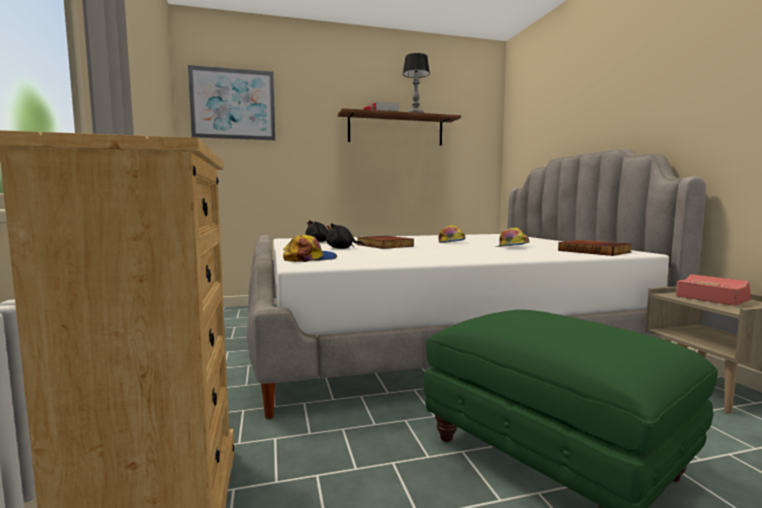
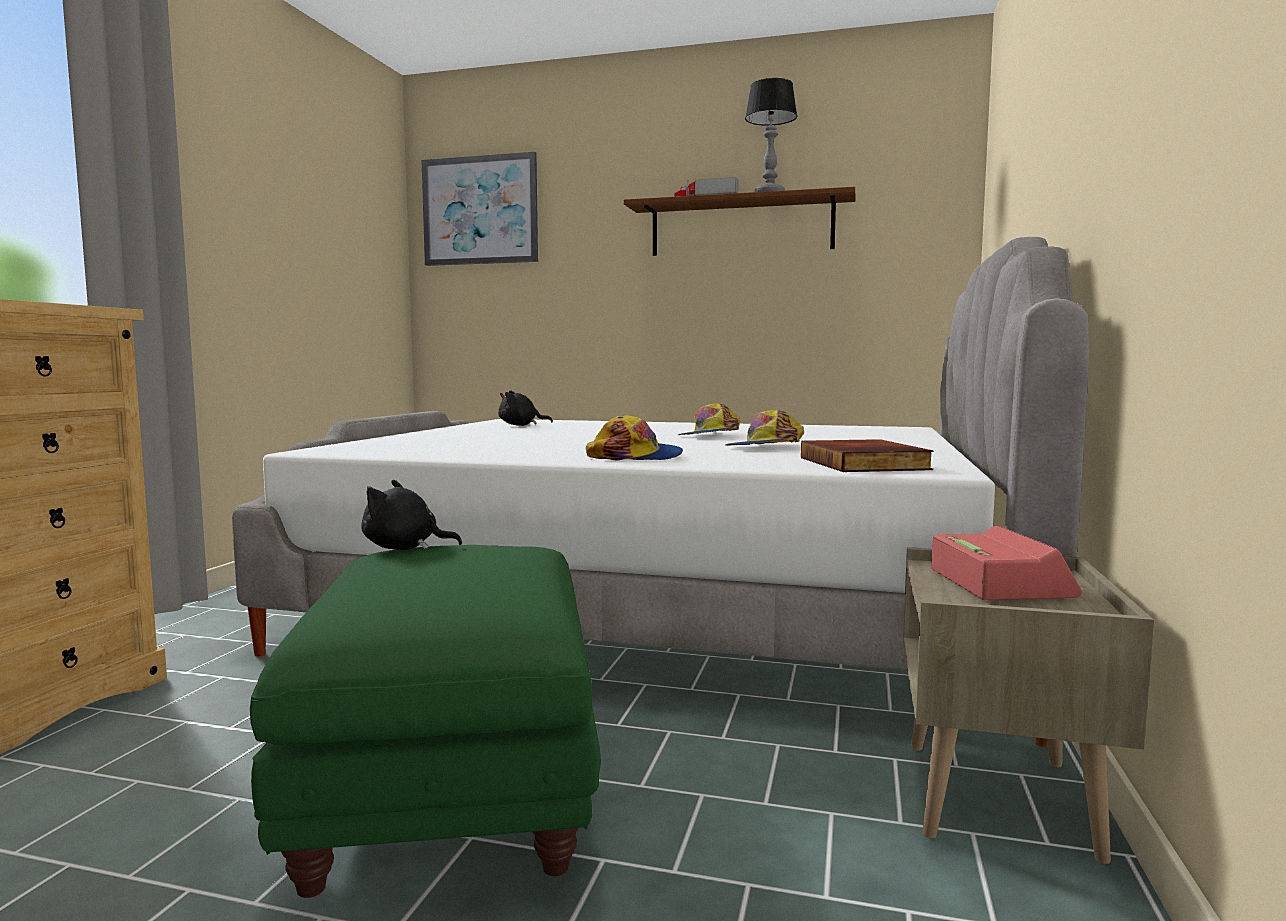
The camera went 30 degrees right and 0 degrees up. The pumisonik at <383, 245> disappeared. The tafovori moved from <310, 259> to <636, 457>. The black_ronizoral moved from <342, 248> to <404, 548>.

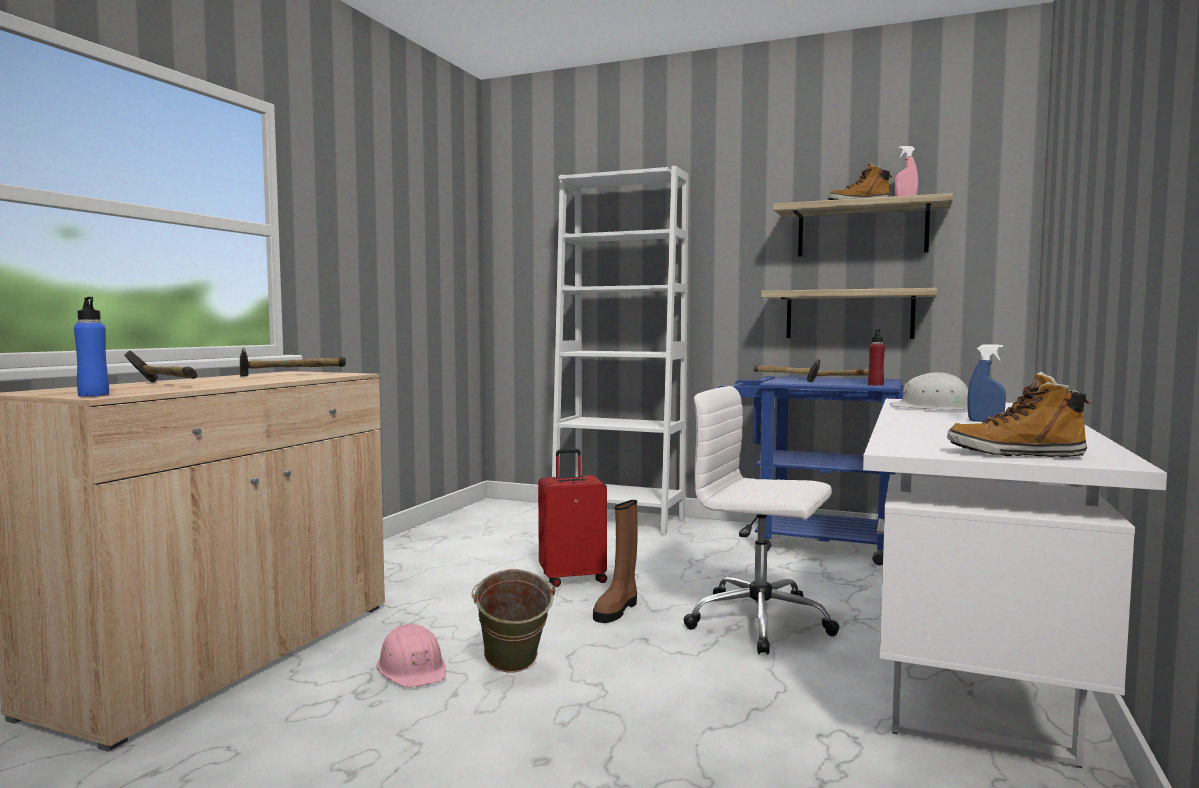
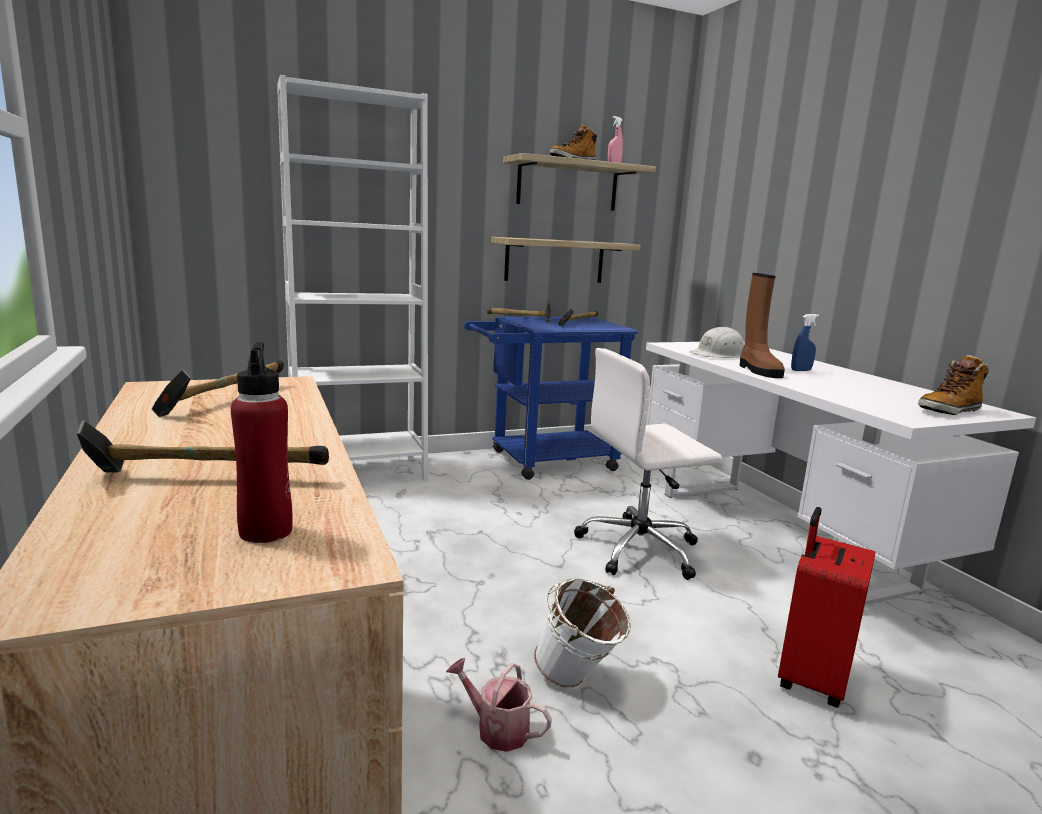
The camera went 45 degrees left and 10 degrees up. The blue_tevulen at <93, 395> disappeared. The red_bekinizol moved from <573, 578> to <810, 679>. The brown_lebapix moved from <617, 610> to <758, 371>. The red_tevulen moved from <875, 385> to <266, 531>. The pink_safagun at <412, 668> was replaced by the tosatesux at <496, 728>. The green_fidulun at <513, 670> became the white_fidulun at <578, 681>.

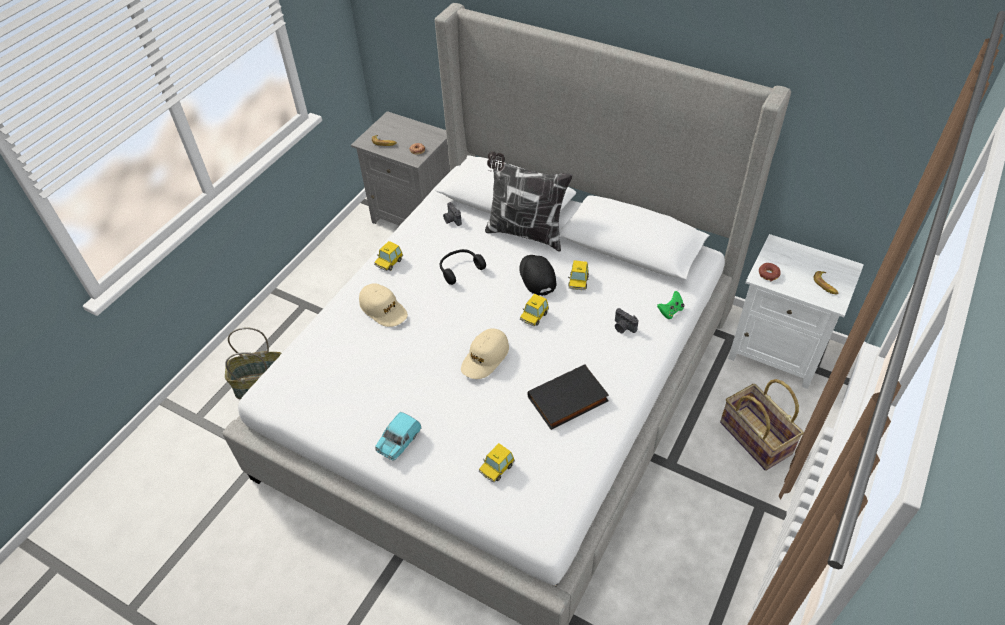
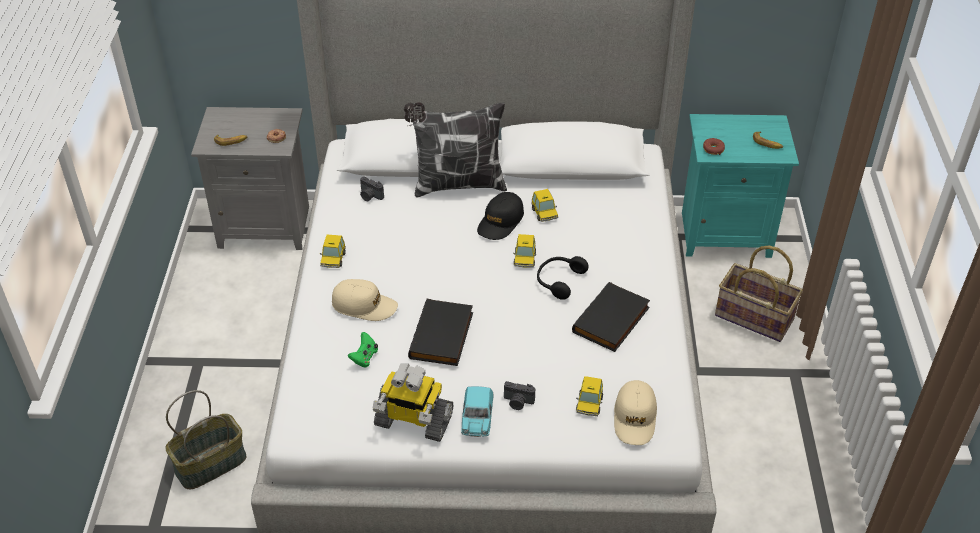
The camera went 30 degrees left and 5 degrees down. The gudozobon at <413, 421> appeared. The black_pumisonik at <443, 336> appeared. The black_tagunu moved from <460, 269> to <559, 280>. The beige_tafovori moved from <485, 358> to <635, 418>. The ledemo moved from <623, 327> to <518, 402>. The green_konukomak moved from <670, 311> to <364, 357>. The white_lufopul at <776, 350> became the turquoise_lufopul at <724, 233>. The black_tafovori at <537, 277> turned 105 degrees counterclockwise.

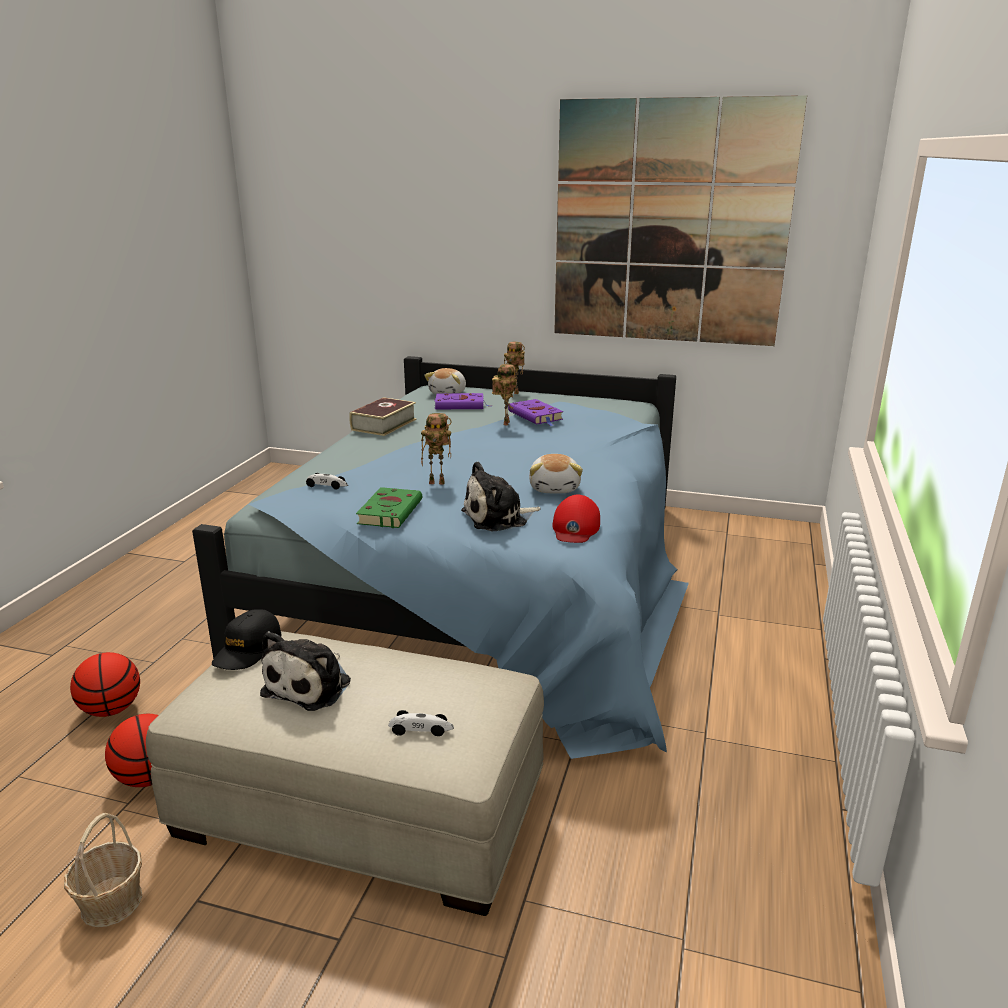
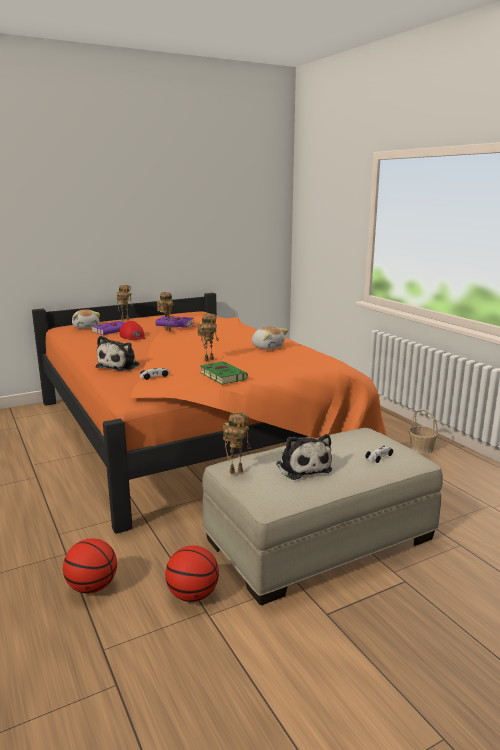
The camera went 45 degrees left and 5 degrees down. The pumisonik at <384, 424> disappeared. The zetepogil at <669, 224> disappeared. The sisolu moved from <111, 903> to <421, 448>. The ronizoral moved from <498, 518> to <120, 365>. The red_tafovori moved from <575, 528> to <133, 336>. The black_tafovori at <248, 649> was replaced by the gudozobon at <236, 471>. The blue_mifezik at <491, 581> became the orange_mifezik at <193, 431>.

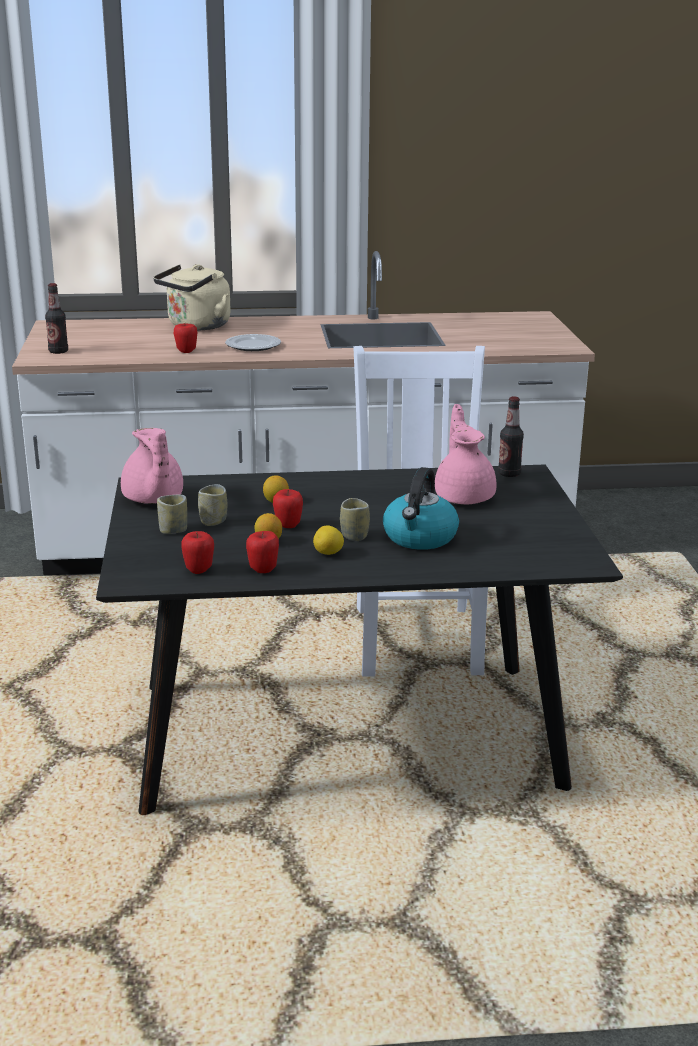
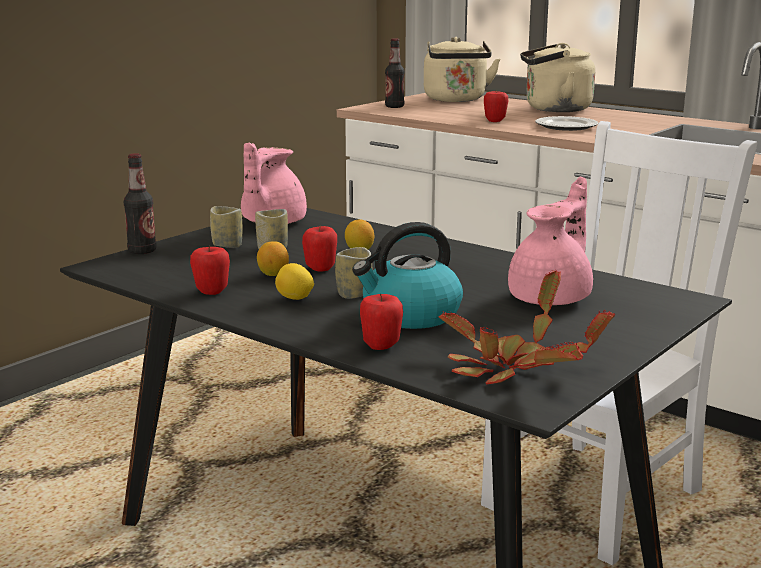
The camera went 45 degrees right and 5 degrees down. The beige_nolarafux at <456, 100> appeared. The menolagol at <513, 368> appeared. The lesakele moved from <199, 570> to <381, 346>. The tevulen moved from <509, 474> to <142, 251>.

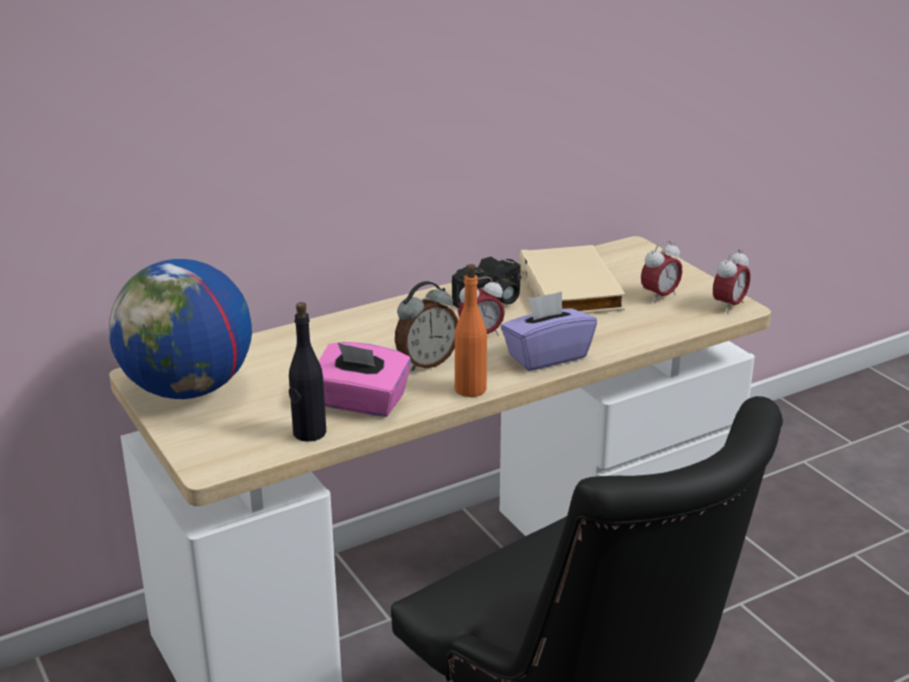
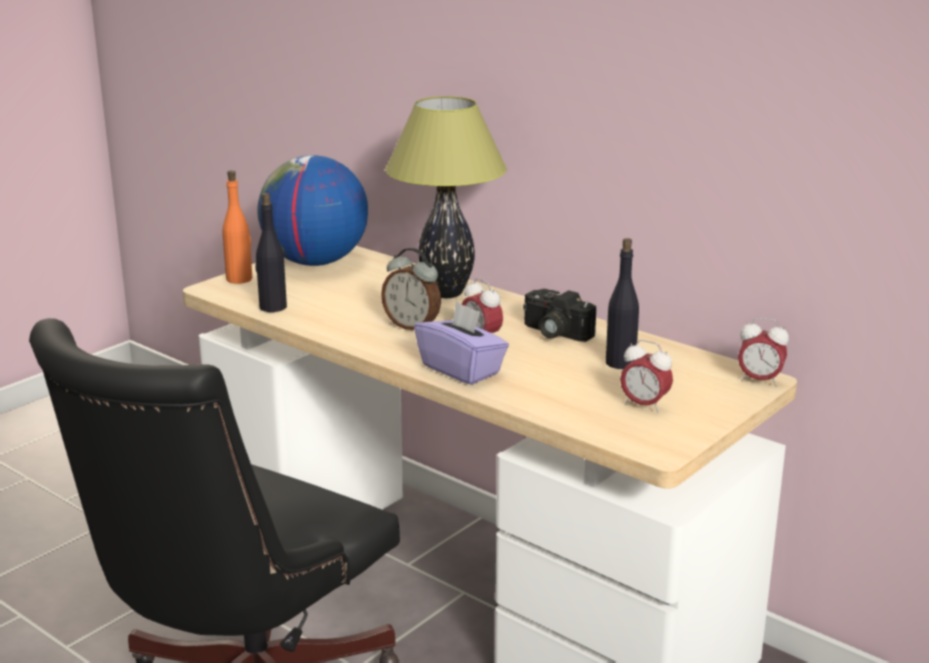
The camera went 70 degrees right and 5 degrees down. The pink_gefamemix at <361, 403> disappeared. The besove at <446, 293> appeared. The orange_tevulen moved from <470, 389> to <240, 279>. The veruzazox moved from <729, 306> to <759, 381>. The beige_pumisonik at <573, 288> was replaced by the black_tevulen at <620, 363>.

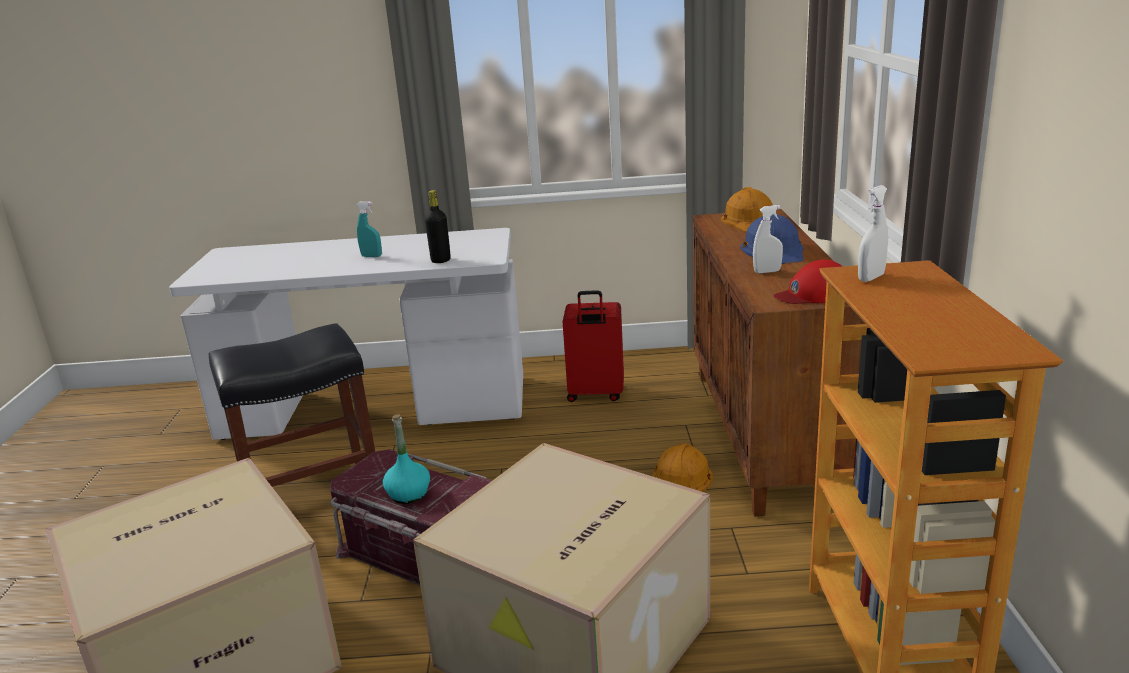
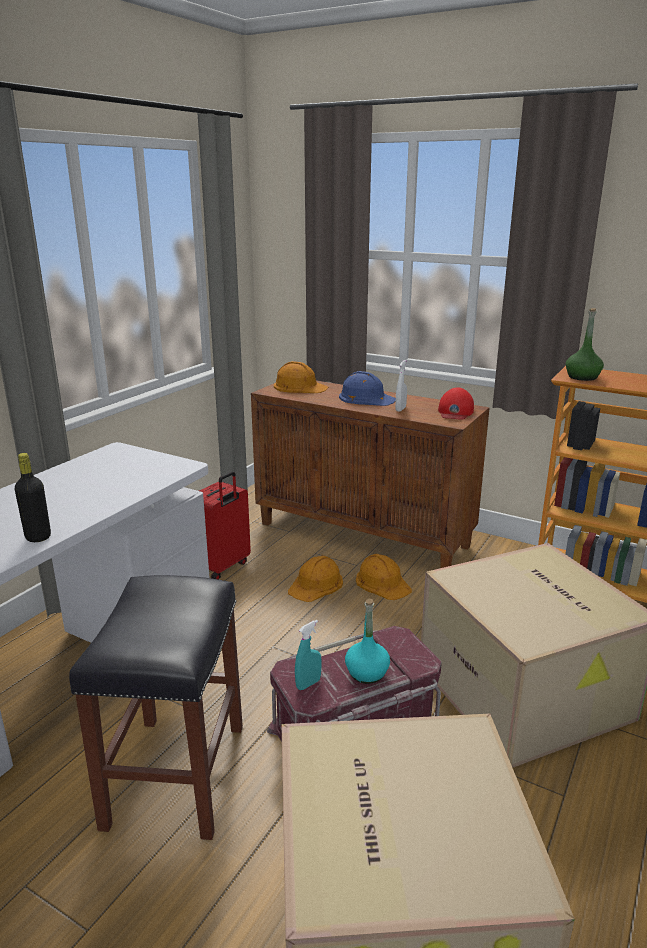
The camera went 60 degrees left and 0 degrees up. The orange_safagun at <316, 584> appeared. The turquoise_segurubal moved from <371, 256> to <308, 684>. The black_tevulen moved from <441, 260> to <38, 537>. The white_segurubal at <871, 278> was replaced by the green_tevulen at <582, 377>.

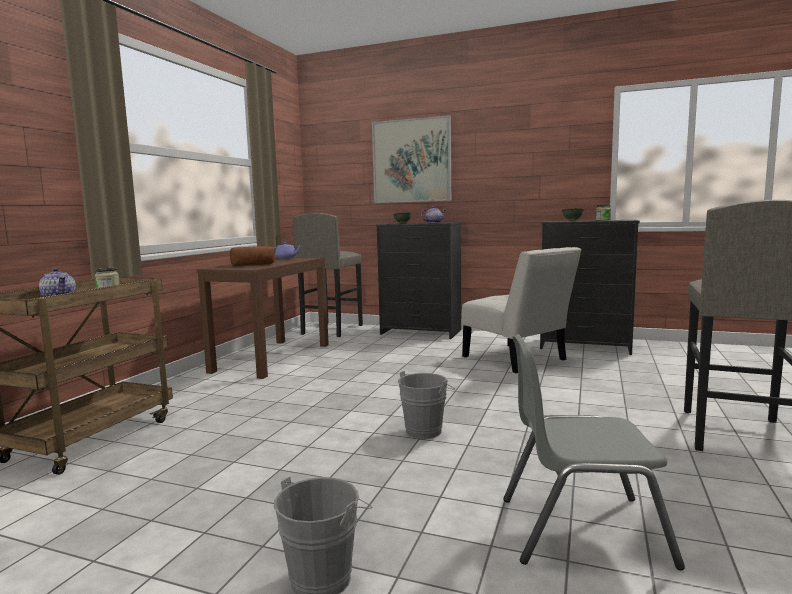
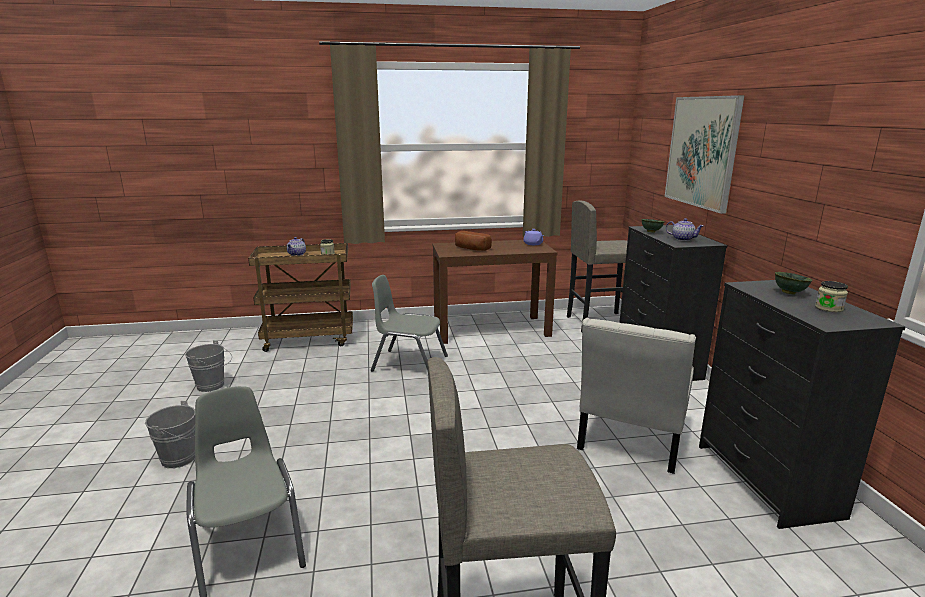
The camera went 60 degrees right and 10 degrees up. The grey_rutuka at <409, 364> appeared. The grey_fidulun moved from <426, 430> to <213, 386>.

